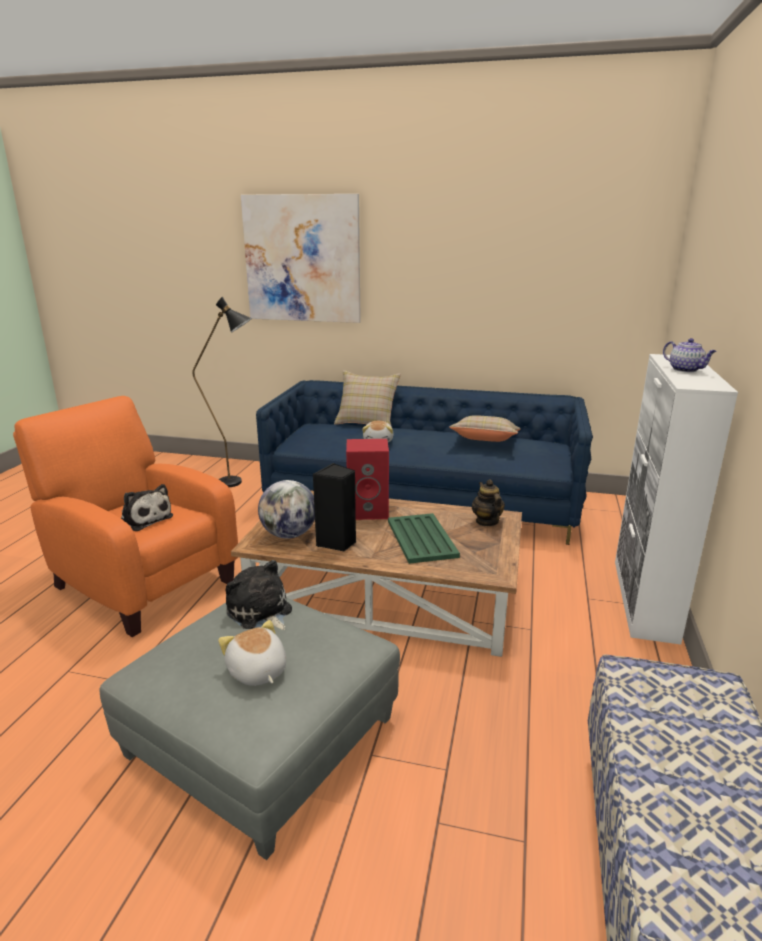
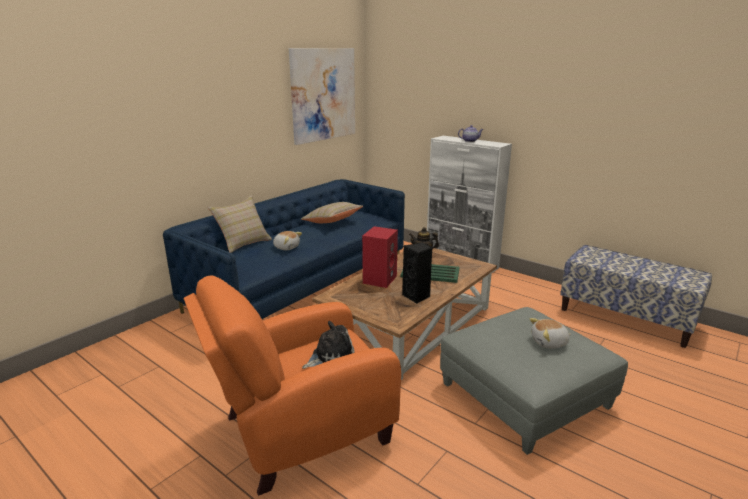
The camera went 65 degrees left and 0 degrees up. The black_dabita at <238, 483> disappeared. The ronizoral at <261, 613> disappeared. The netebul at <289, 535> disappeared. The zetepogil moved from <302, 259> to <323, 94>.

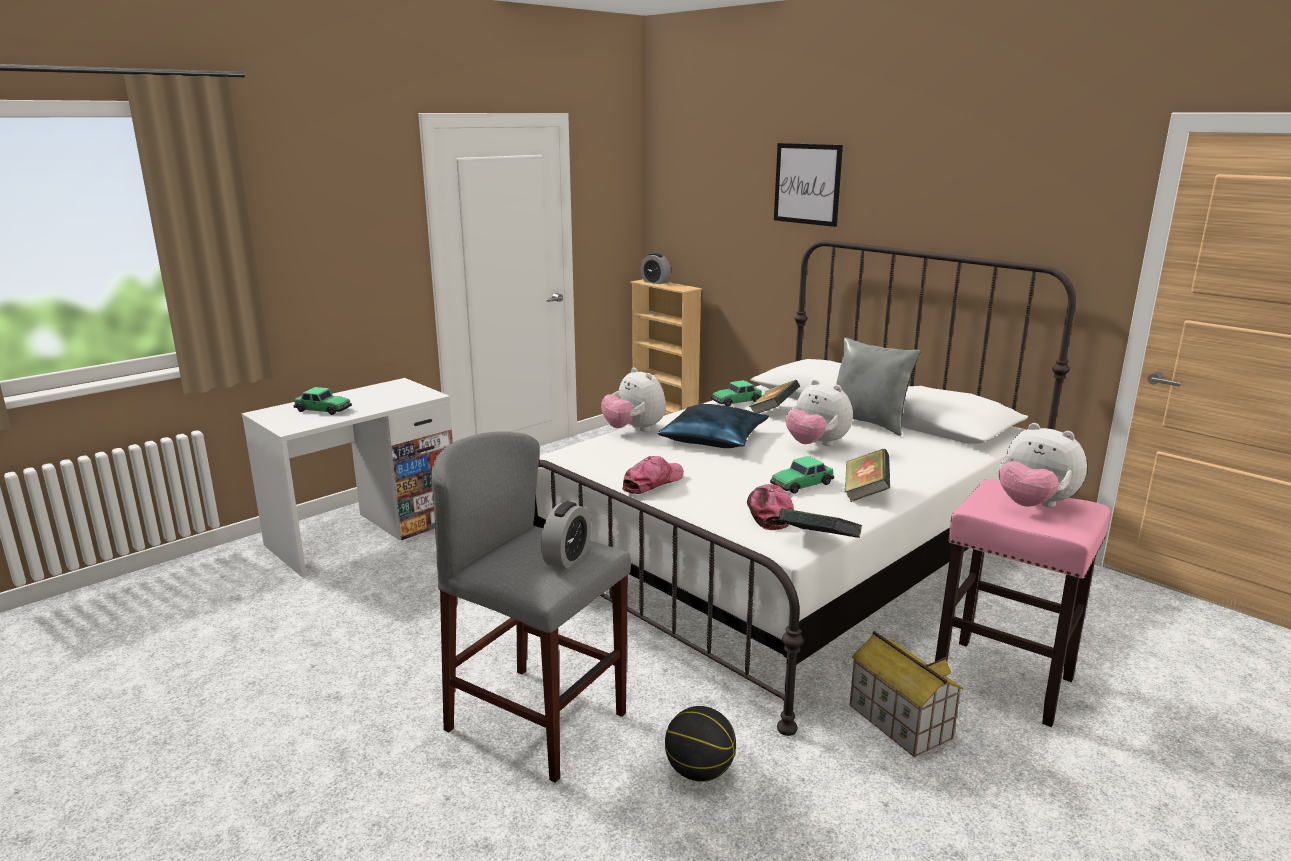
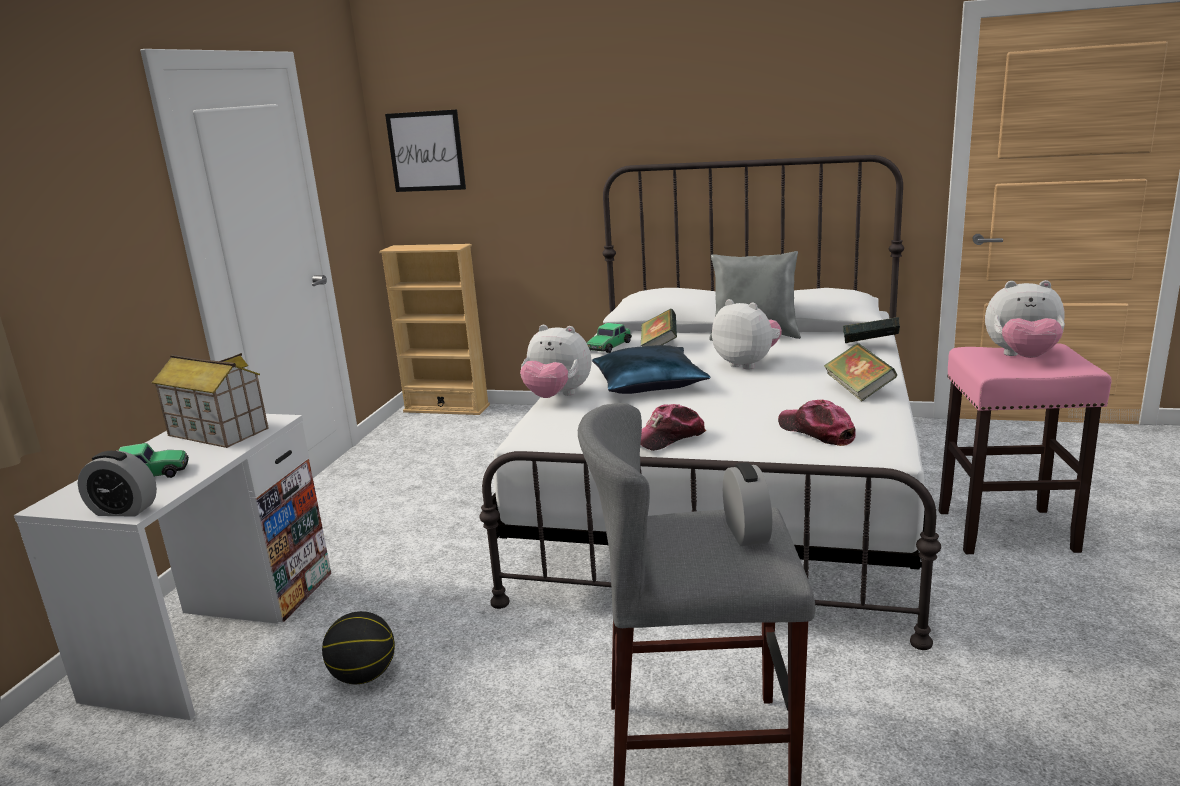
The camera went 30 degrees left and 0 degrees up. The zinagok at <801, 484> disappeared. The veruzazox moved from <655, 282> to <124, 510>. The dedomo moved from <699, 772> to <364, 676>. The zetepogil moved from <807, 184> to <426, 151>. The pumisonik moved from <818, 543> to <870, 347>. The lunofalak moved from <898, 721> to <217, 432>. The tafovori at <652, 482> turned 135 degrees counterclockwise. The ronizoral at <816, 445> turned 150 degrees counterclockwise.

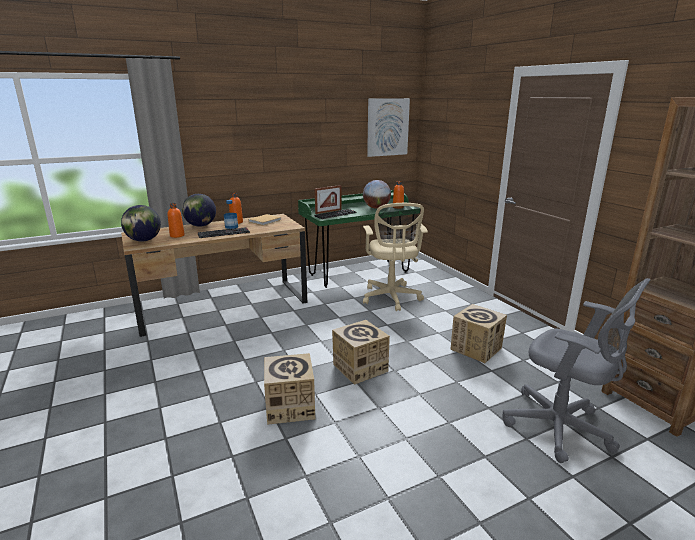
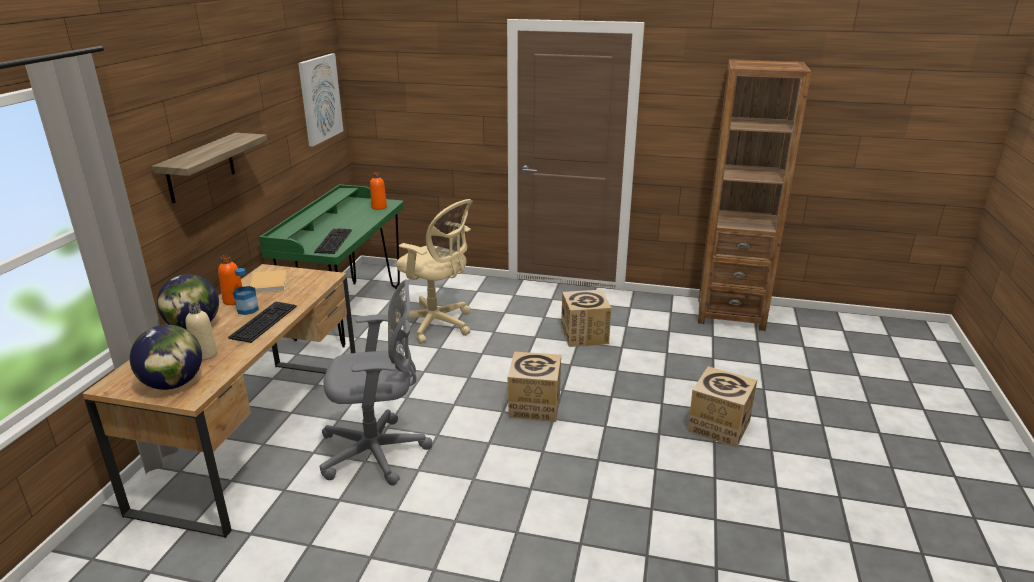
The camera went 50 degrees left and 5 degrees up. The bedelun at <328, 211> disappeared. The netebul at <376, 208> disappeared. The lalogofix at <200, 167> appeared. The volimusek moved from <290, 406> to <718, 426>. The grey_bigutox moved from <561, 429> to <378, 452>. The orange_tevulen at <177, 235> became the beige_tevulen at <205, 354>.

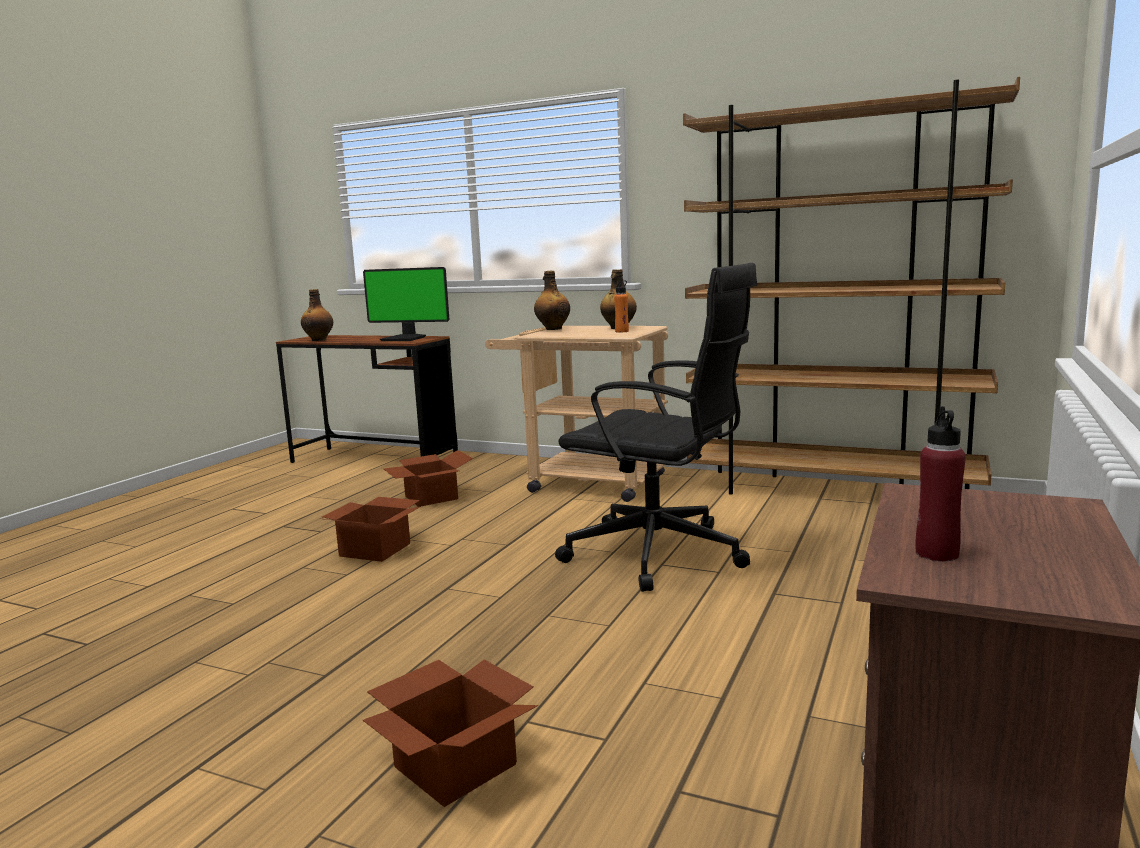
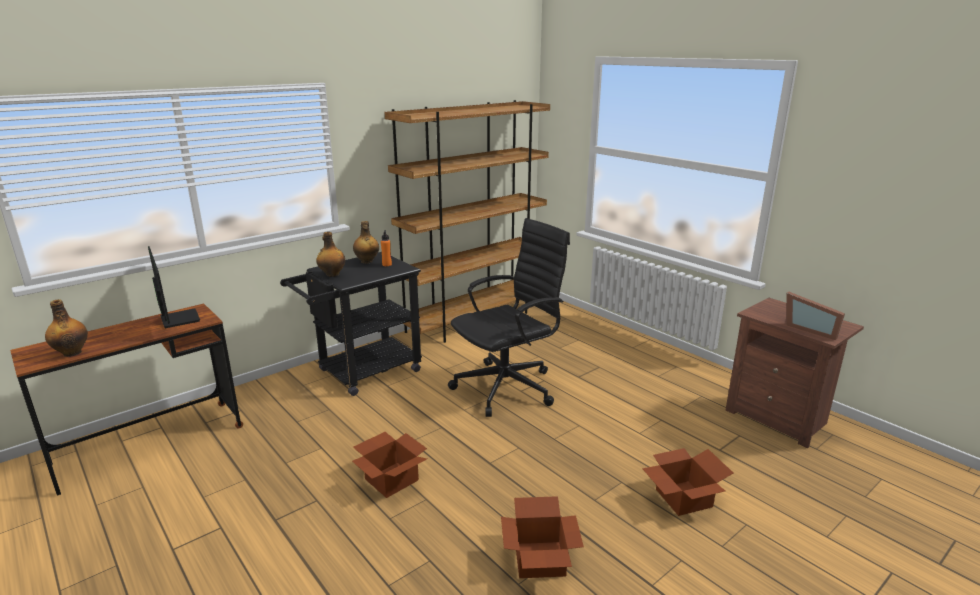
The camera went 65 degrees left and 10 degrees up. The volimusek moved from <429, 497> to <539, 561>. The red_tevulen at <936, 554> was replaced by the bedelun at <810, 329>. The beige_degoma at <585, 482> became the black_degoma at <362, 373>. The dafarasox at <405, 338> turned 75 degrees counterclockwise.

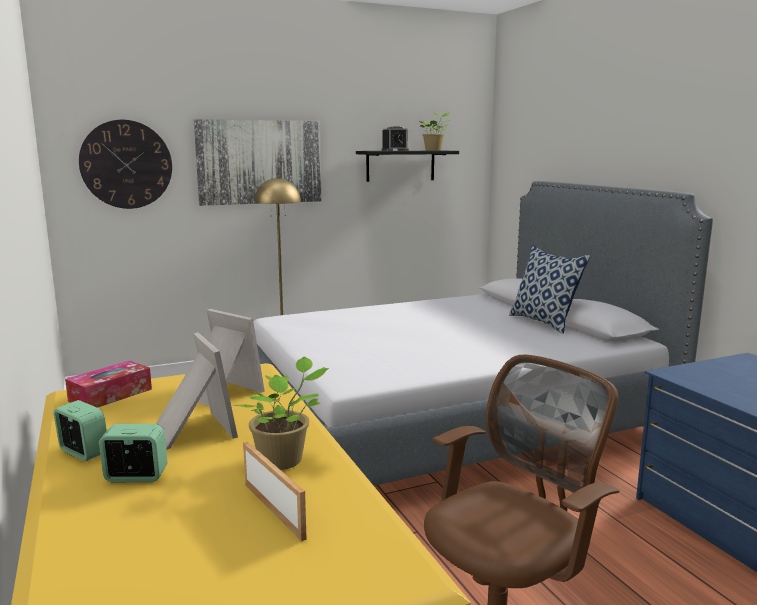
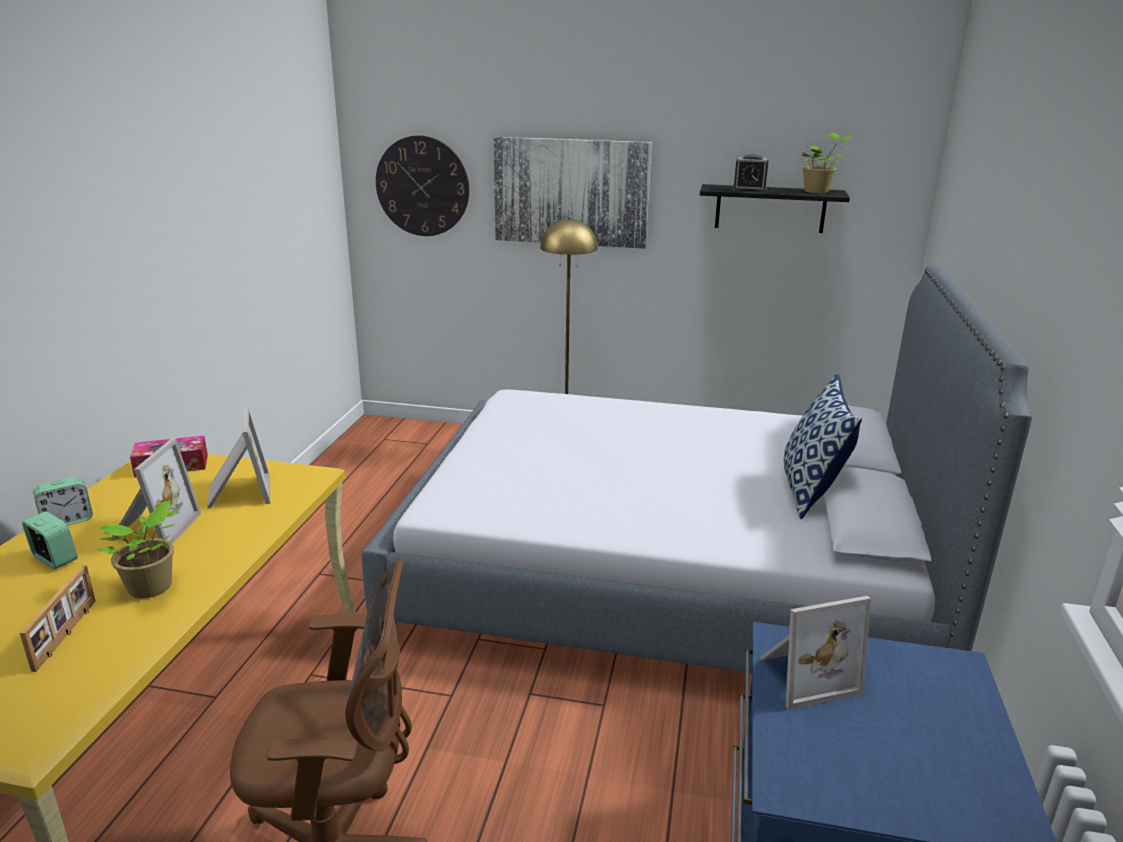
The camera went 35 degrees right and 10 degrees up. The bedelun at <804, 675> appeared. The veruzazox at <83, 452> turned 75 degrees clockwise.

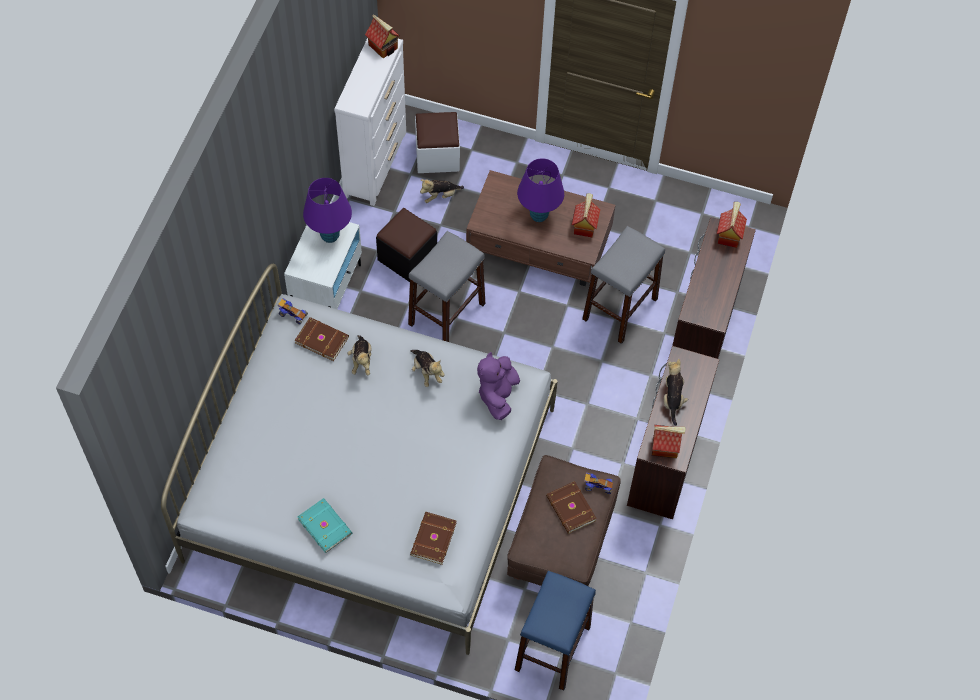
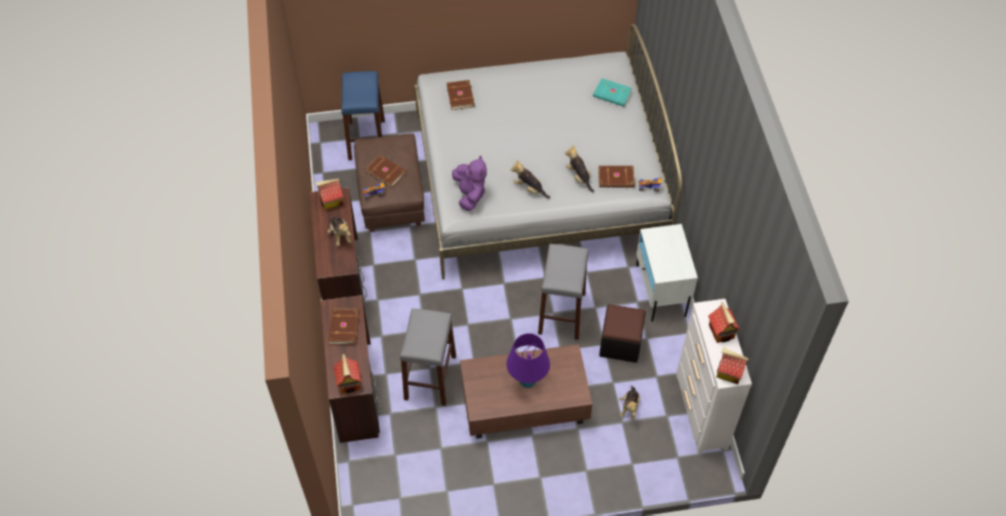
The camera went 155 degrees right and 5 degrees down. The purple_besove at <330, 236> disappeared. The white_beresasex at <437, 155> disappeared. The brown_pumisonik at <345, 327> appeared. The turquoise_pumisonik moved from <325, 525> to <612, 94>. The lunofalak moved from <584, 226> to <722, 332>. The ronizoral at <440, 196> turned 150 degrees clockwise.

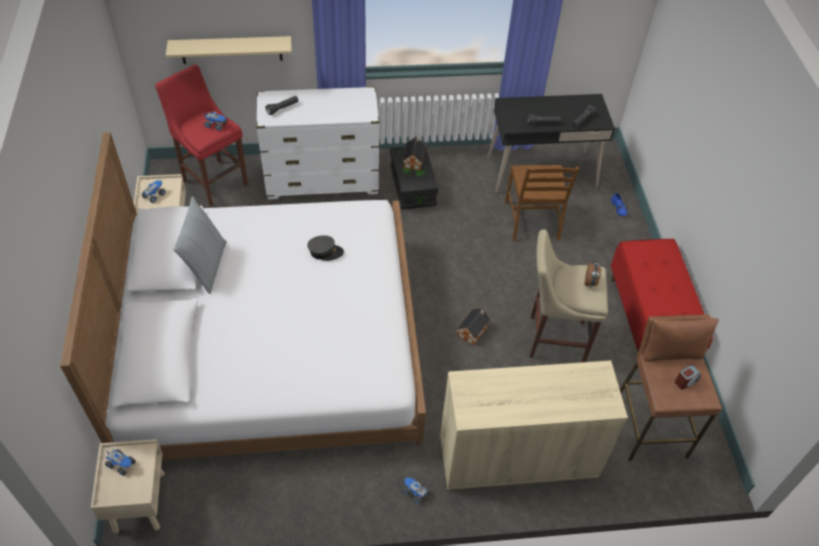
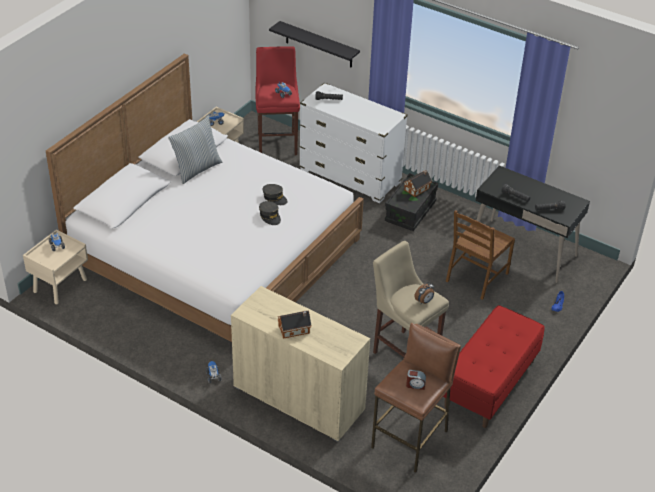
The camera went 40 degrees right and 10 degrees down. The grey_tafovori at <270, 216> appeared. The lunofalak moved from <473, 330> to <295, 329>. The beige_lalogofix at <231, 50> became the black_lalogofix at <319, 45>.

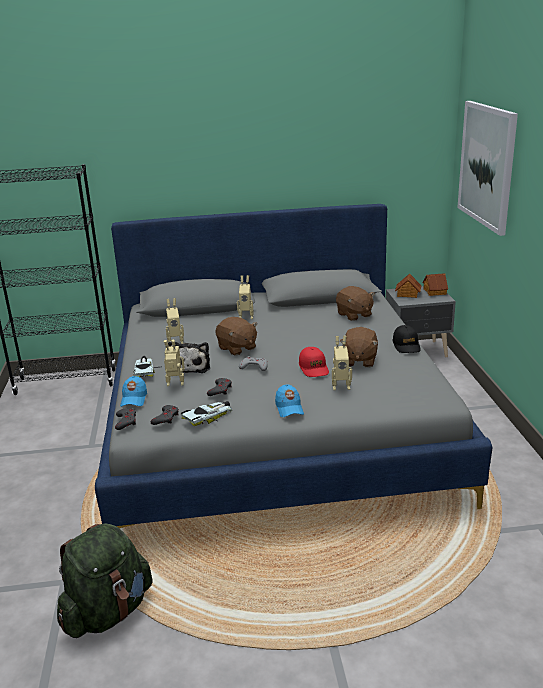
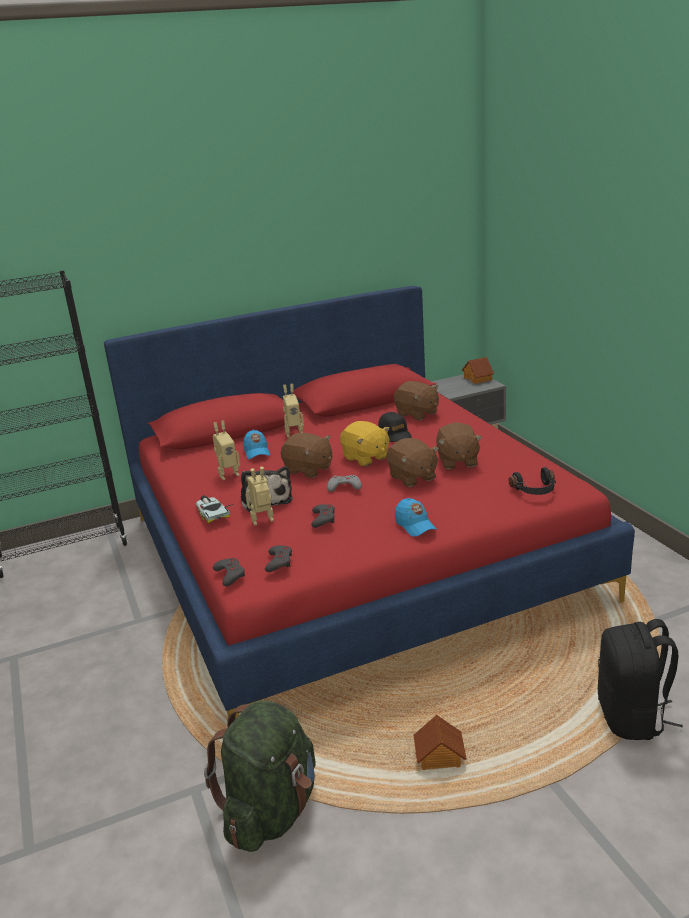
The camera went 15 degrees left and 0 degrees up. The zinagok at <209, 416> disappeared. The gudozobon at <340, 386> disappeared. The zetepogil at <487, 165> disappeared. The yellow_ronizoral at <365, 458> appeared. The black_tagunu at <535, 490> appeared. The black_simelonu at <632, 717> appeared. The blue_tafovori moved from <134, 399> to <256, 452>. The black_tafovori moved from <406, 345> to <395, 434>. The lunofalak moved from <407, 294> to <439, 757>. The red_tafovori at <314, 368> was replaced by the brown_ronizoral at <412, 477>. The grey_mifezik at <275, 425> became the red_mifezik at <352, 555>.

